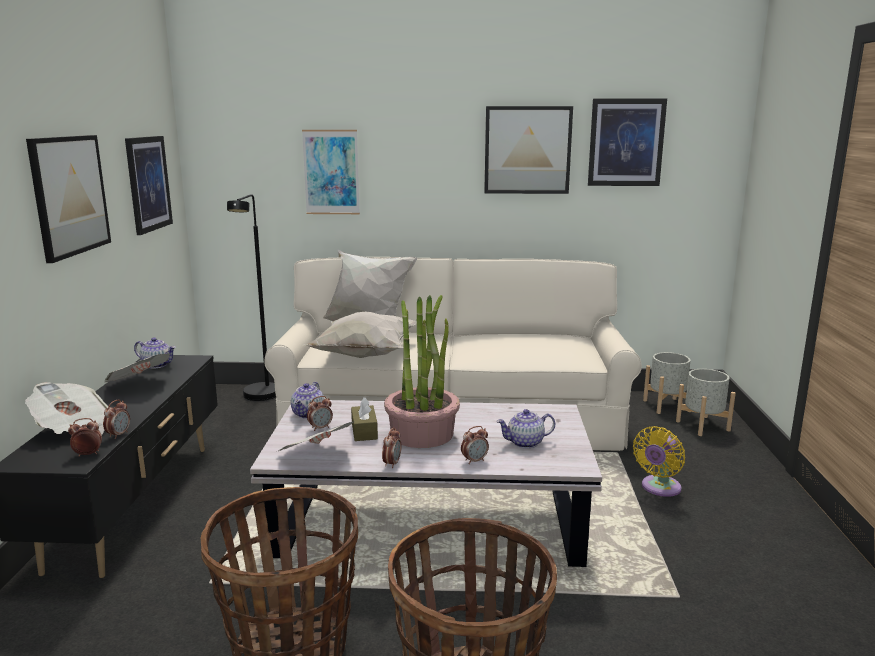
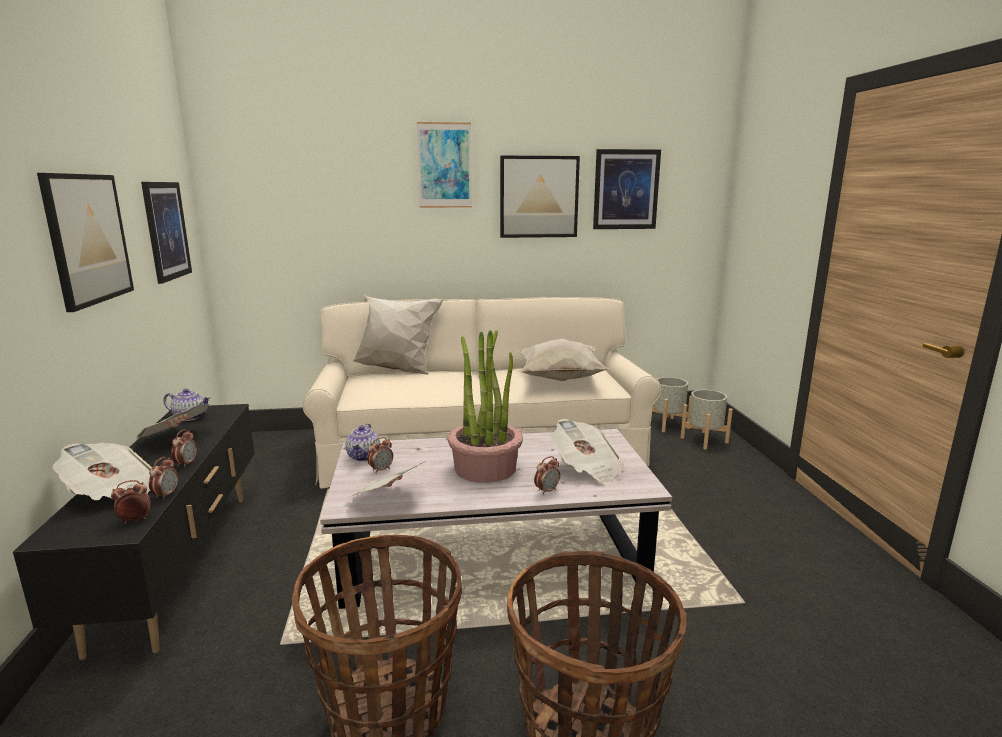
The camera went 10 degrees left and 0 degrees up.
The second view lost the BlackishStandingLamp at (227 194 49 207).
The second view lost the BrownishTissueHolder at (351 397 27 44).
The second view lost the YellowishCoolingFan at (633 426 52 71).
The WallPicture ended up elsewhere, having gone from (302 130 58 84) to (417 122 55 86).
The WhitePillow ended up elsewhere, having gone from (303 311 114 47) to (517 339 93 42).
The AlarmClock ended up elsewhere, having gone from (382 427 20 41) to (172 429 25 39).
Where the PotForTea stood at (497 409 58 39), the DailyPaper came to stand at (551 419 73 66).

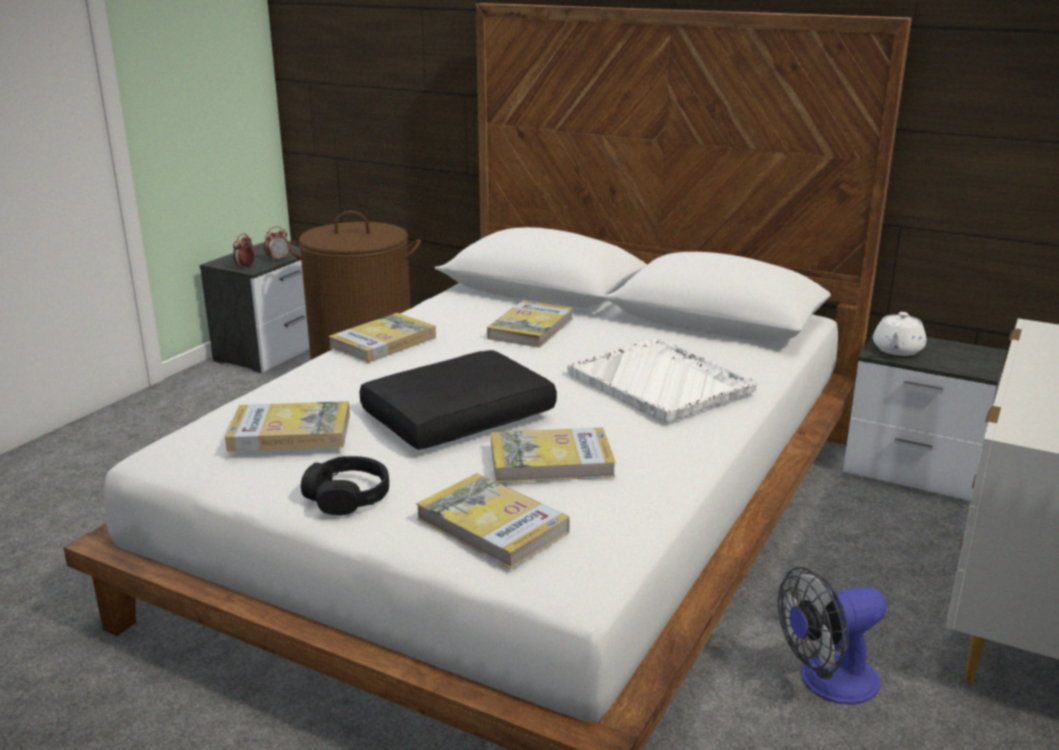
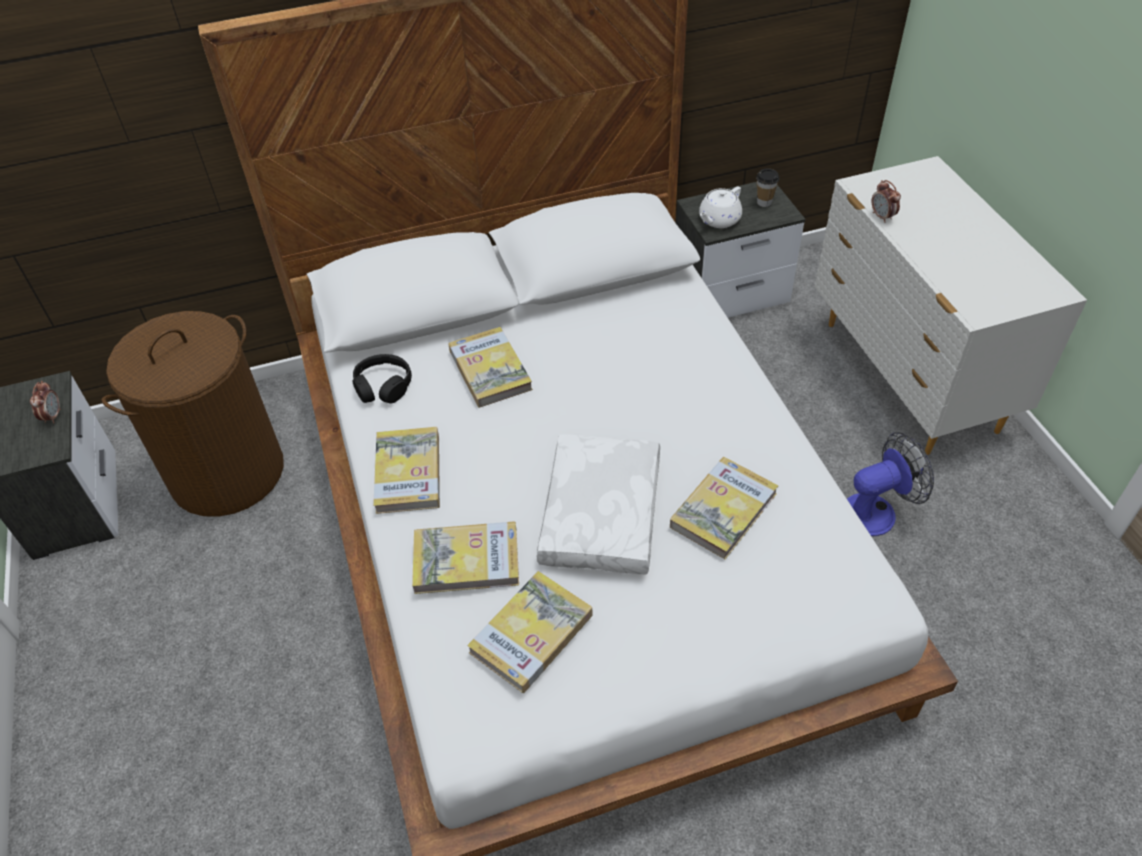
The camera went 45 degrees left and 25 degrees up.
The second view lost the WhiteTray at (567 338 190 85).
The second view gained the DrinkingCup at (756 169 23 38).
The AlarmClock ended up elsewhere, having gone from (233 233 22 36) to (872 180 29 43).
The BlackishPairOfHeadphones ended up elsewhere, having gone from (301 456 88 60) to (352 354 60 50).
The Book ended up elsewhere, having gone from (416 473 154 96) to (412 521 107 73).
What was the BlackishPillow at (359 350 198 100) turned into the WhitePillow at (537 435 123 139).
The CoolingFan at (778 567 109 138) ended up facing another way, 135 degrees counterclockwise from before.
The WhitePotForTea at (873 312 53 44) ended up facing another way, 60 degrees clockwise from before.

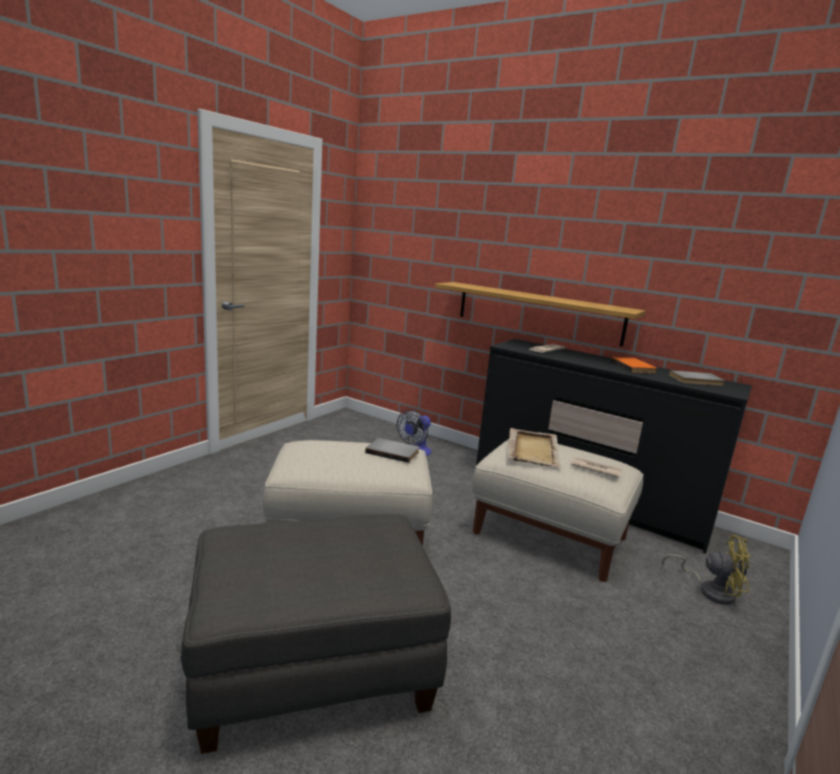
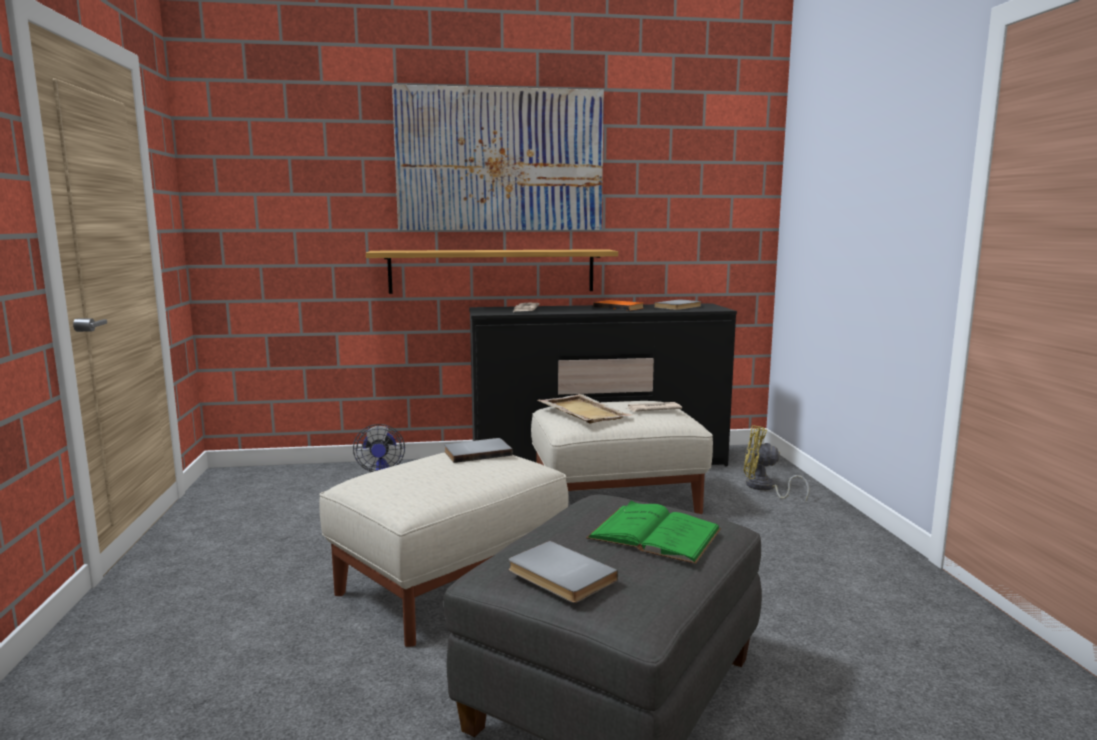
The camera went 40 degrees left and 5 degrees down.
The second view gained the WallPicture at (392 85 212 145).
The second view gained the GreyishBook at (508 541 110 62).
The second view gained the GreenColouredBook at (586 501 135 63).
The YellowishCoolingFan at (662 535 89 70) ended up facing another way, 135 degrees counterclockwise from before.

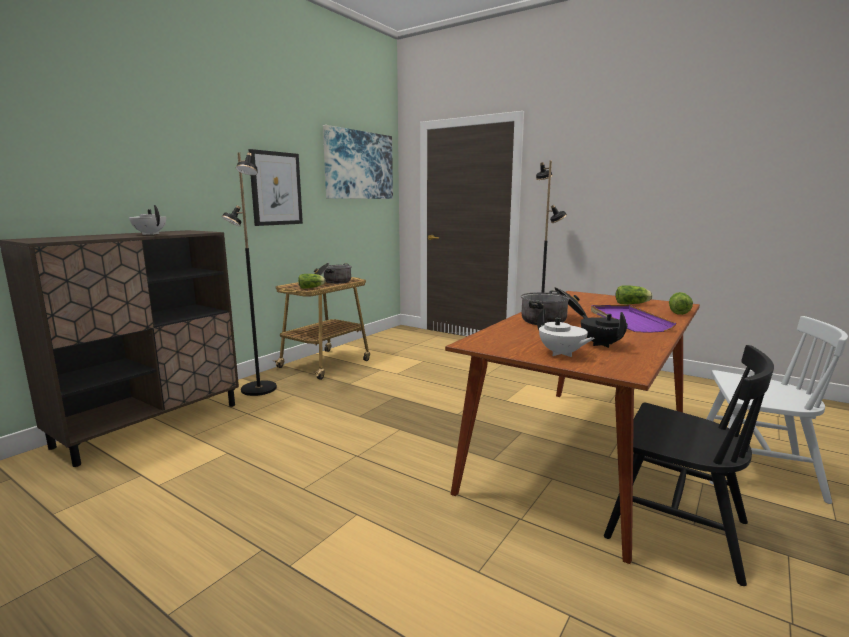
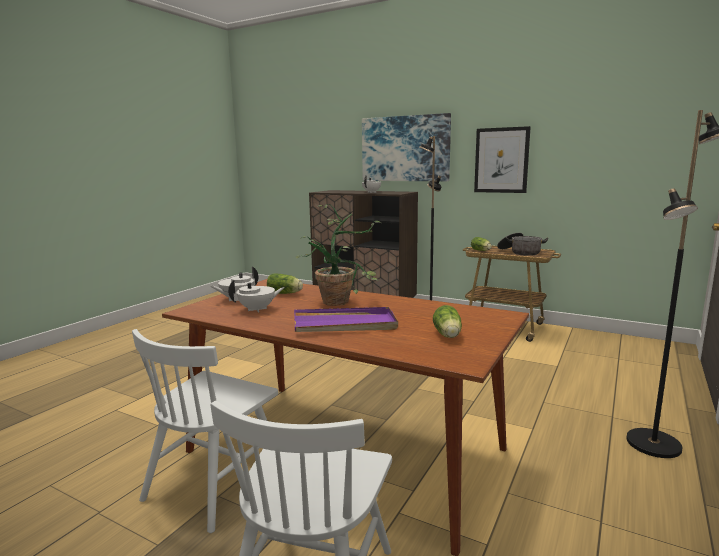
The camera went 85 degrees right and 0 degrees up.
The WallPicture ended up elsewhere, having gone from (323 125 70 74) to (362 113 89 68).
The LettuceHead ended up elsewhere, having gone from (669 292 24 23) to (267 273 36 21).
Where the Stockpot stood at (521 287 67 38), the Houseplant came to stand at (296 204 85 102).
What was the BlackishPotForTea at (581 312 47 36) turned into the WhitePotForTea at (228 280 57 33).
What was the BlackishPlainChair at (604 345 170 241) turned into the WhitePlainChair at (132 329 146 204).

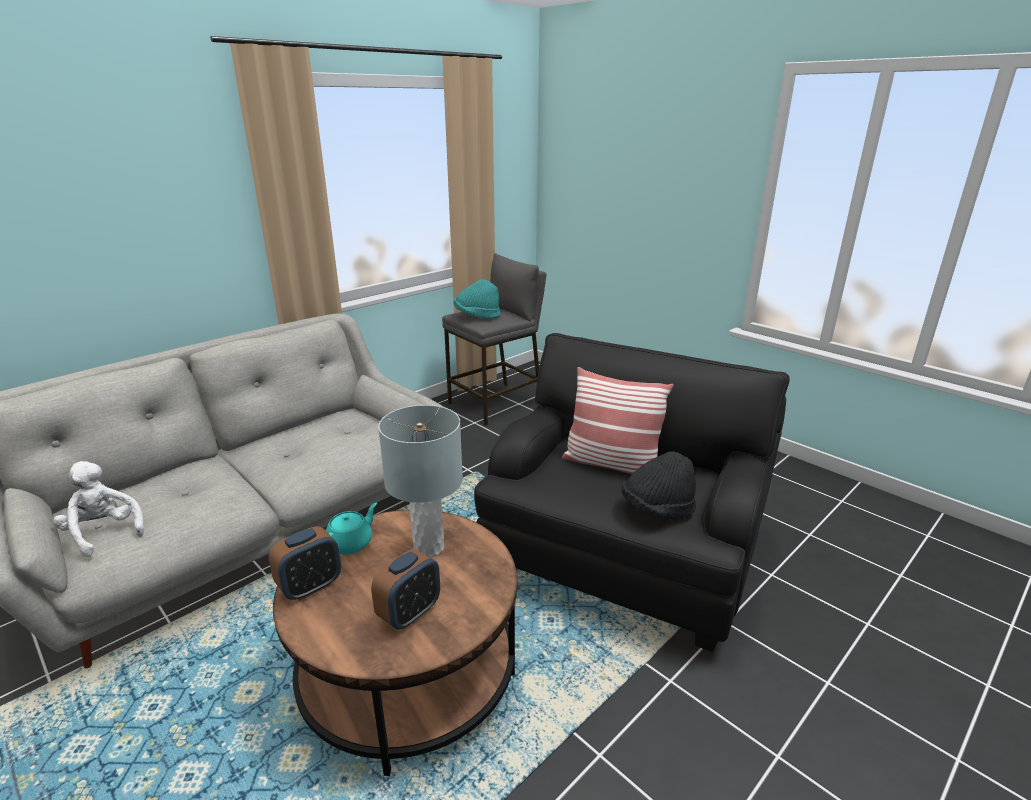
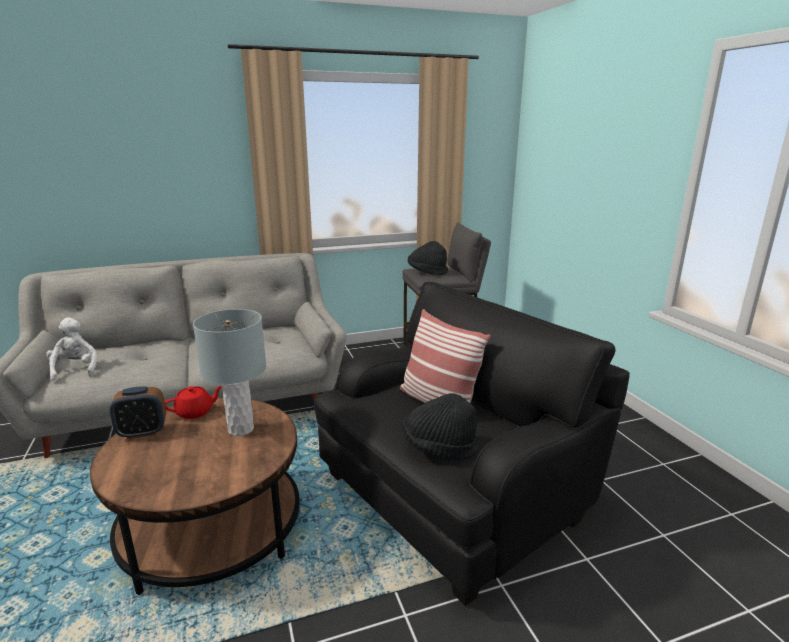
The camera went 25 degrees right and 5 degrees down.
The second view lost the AlarmClock at (371 549 69 81).
What was the TurquoisePotForTea at (326 503 51 52) turned into the ReddishPotForTea at (165 386 57 33).
What was the TurquoiseWearableHat at (453 279 48 40) turned into the BlackishWearableHat at (408 241 40 34).

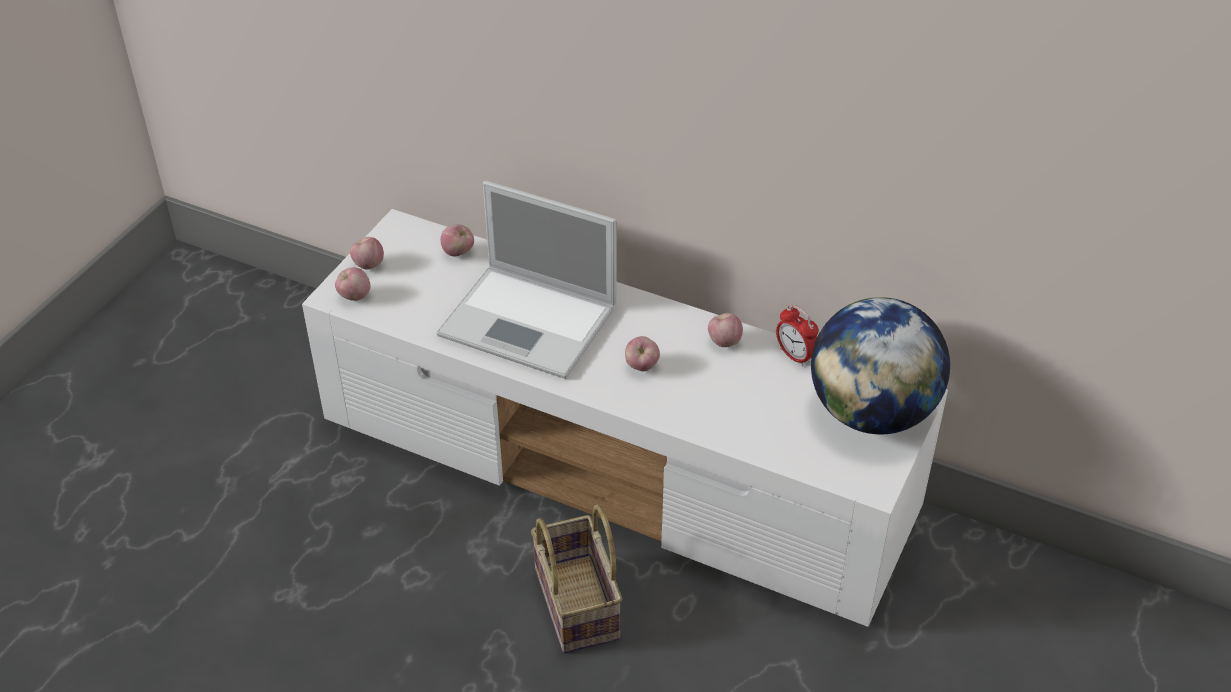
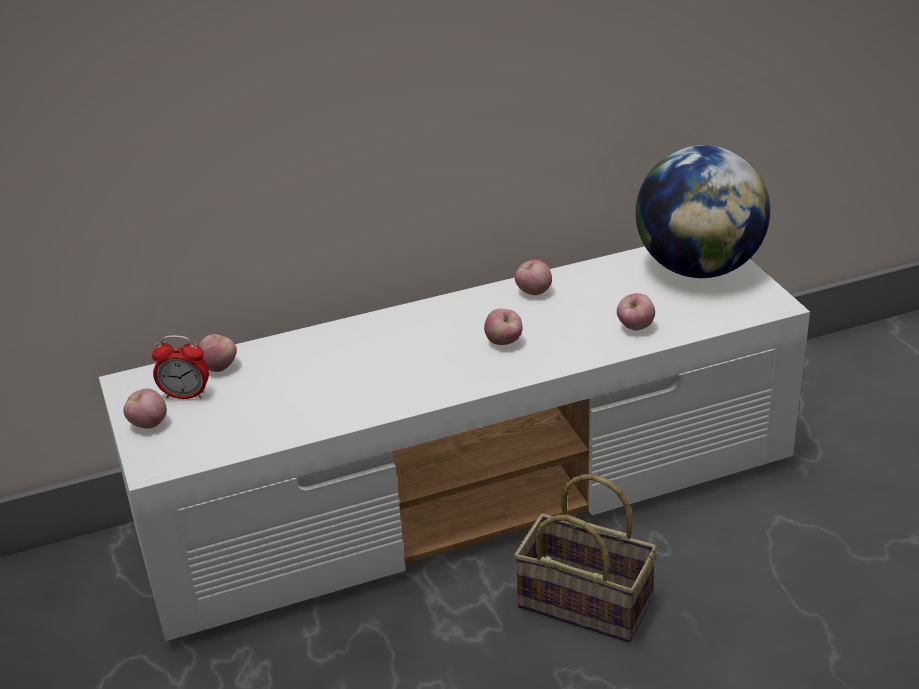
The camera went 45 degrees left and 10 degrees down.
The second view lost the NotebookComputer at (436 181 181 198).
The WholeApple ended up elsewhere, having gone from (335 268 36 33) to (617 293 38 37).
The AlarmClock ended up elsewhere, having gone from (776 305 42 62) to (152 335 57 64).

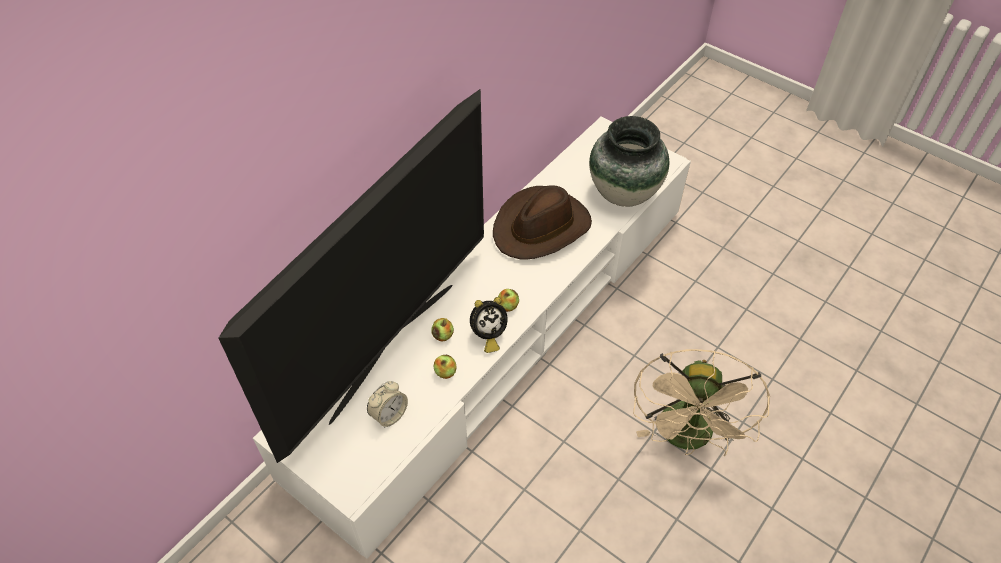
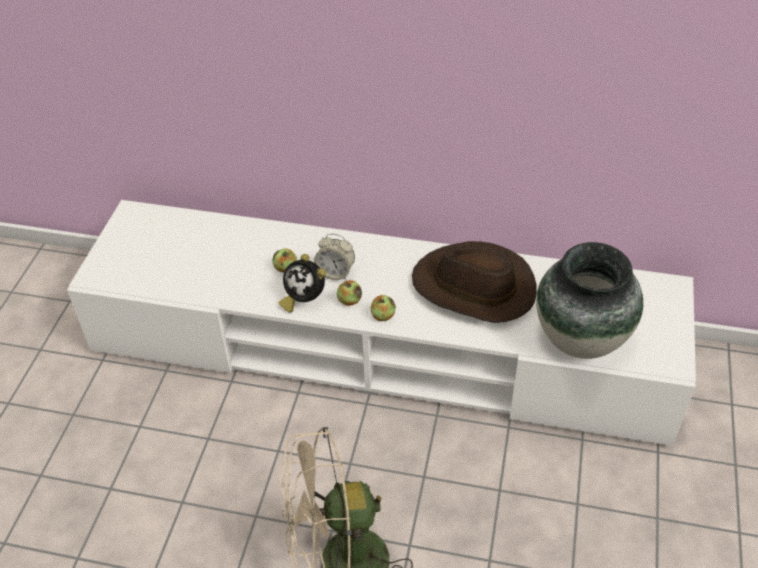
The camera went 65 degrees right and 5 degrees down.
The second view lost the Television at (219 89 265 374).
The AlarmClock ended up elsewhere, having gone from (367 381 41 47) to (314 234 41 46).
The WholeApple ended up elsewhere, having gone from (433 355 24 24) to (370 295 26 26).

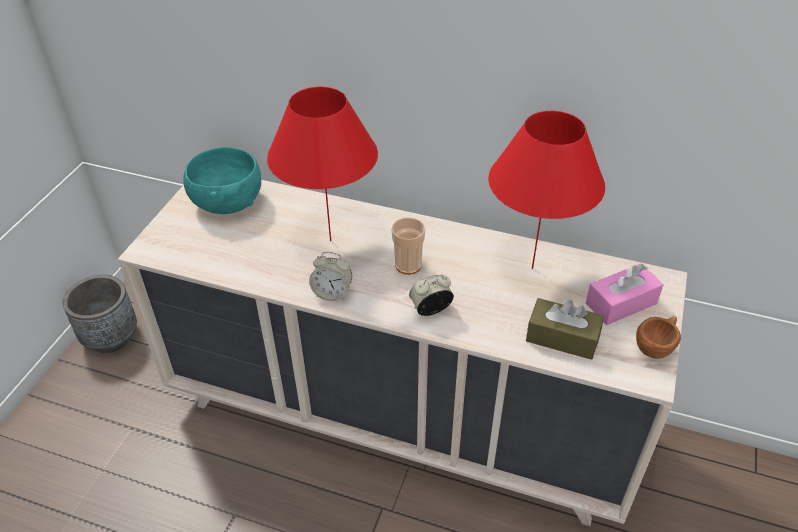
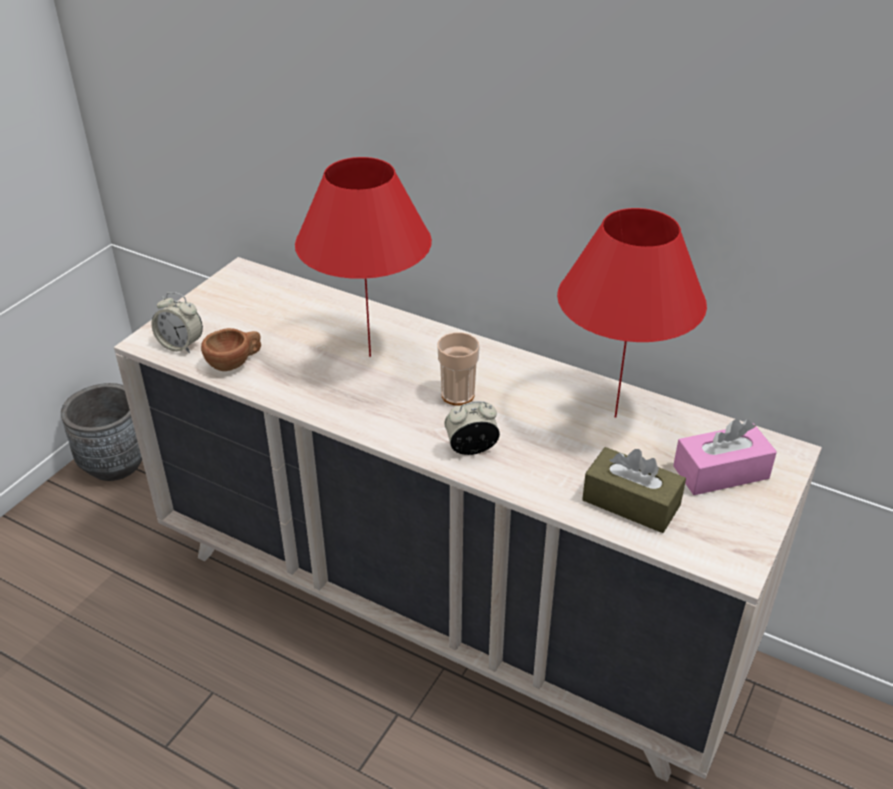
The camera went 10 degrees right and 5 degrees down.
The second view lost the TurquoiseBowl at (183 147 78 67).
The AlarmClock ended up elsewhere, having gone from (309 252 43 49) to (151 292 52 61).
The BrownishDrinkingCup ended up elsewhere, having gone from (636 316 45 43) to (201 328 60 43).

